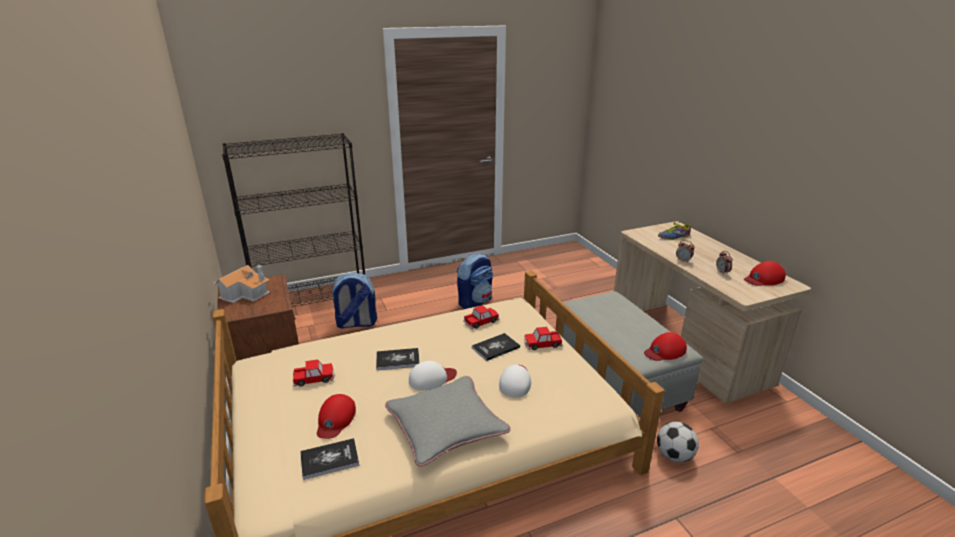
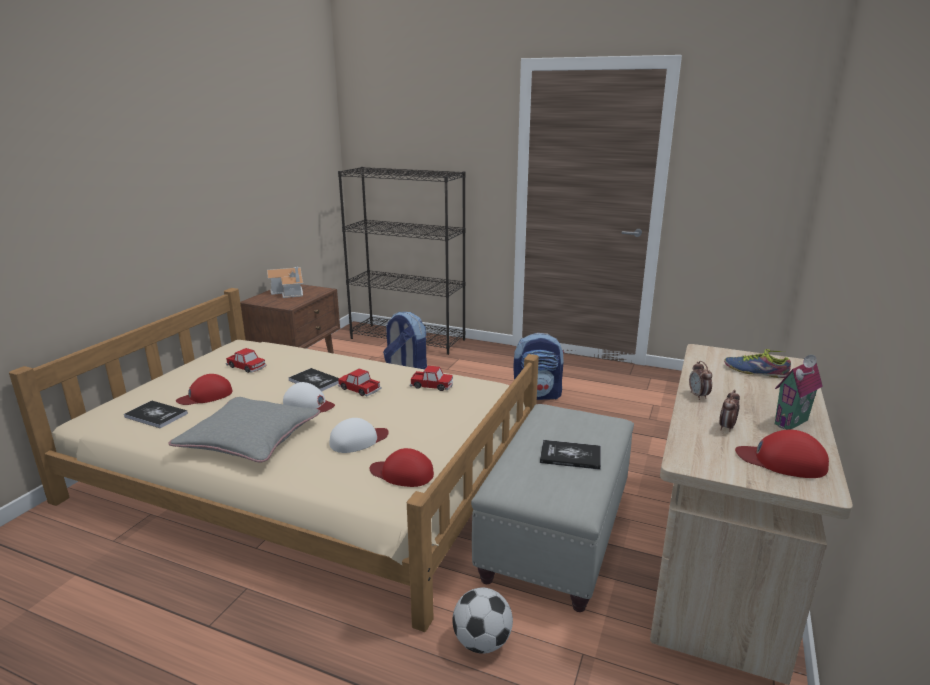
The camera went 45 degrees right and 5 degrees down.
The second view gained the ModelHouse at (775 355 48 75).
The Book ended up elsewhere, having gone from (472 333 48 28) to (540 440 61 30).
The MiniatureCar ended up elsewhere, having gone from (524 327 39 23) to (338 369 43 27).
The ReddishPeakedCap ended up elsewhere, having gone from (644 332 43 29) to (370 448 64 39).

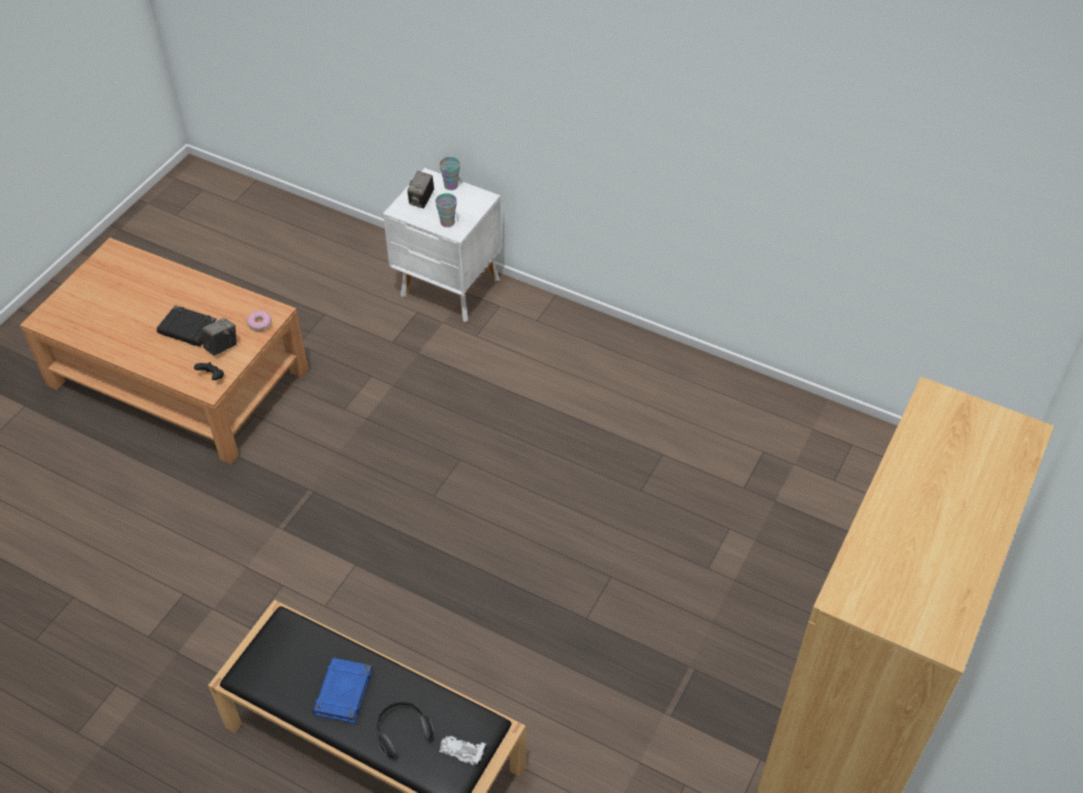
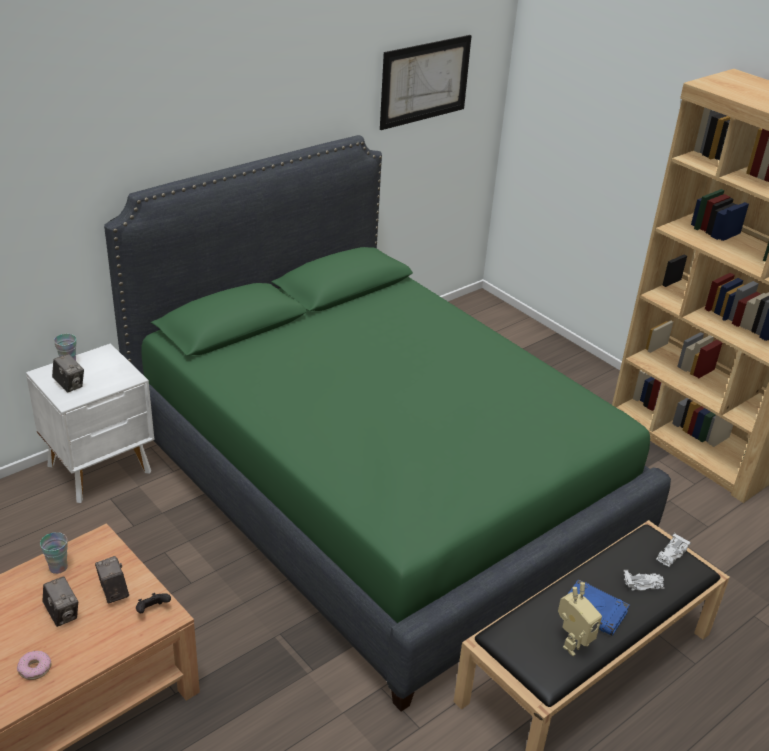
The camera went 70 degrees left and 15 degrees down.
The second view gained the GreenColouredSleepingBed at (104 135 567 577).
The second view gained the WallPicture at (380 35 92 95).
The second view gained the ModelRobot at (558 582 44 74).
The Donut ended up elsewhere, having gone from (247 311 25 20) to (17 651 35 29).
The DrinkingCup ended up elsewhere, having gone from (435 193 22 34) to (40 532 28 42).
Where the BlackishBook stood at (157 305 59 42), the PhotoCamera came to stand at (43 576 35 51).
Where the PairOfHeadphones stood at (376 700 58 58), the WhiteMiniatureCar came to stand at (623 570 42 21).

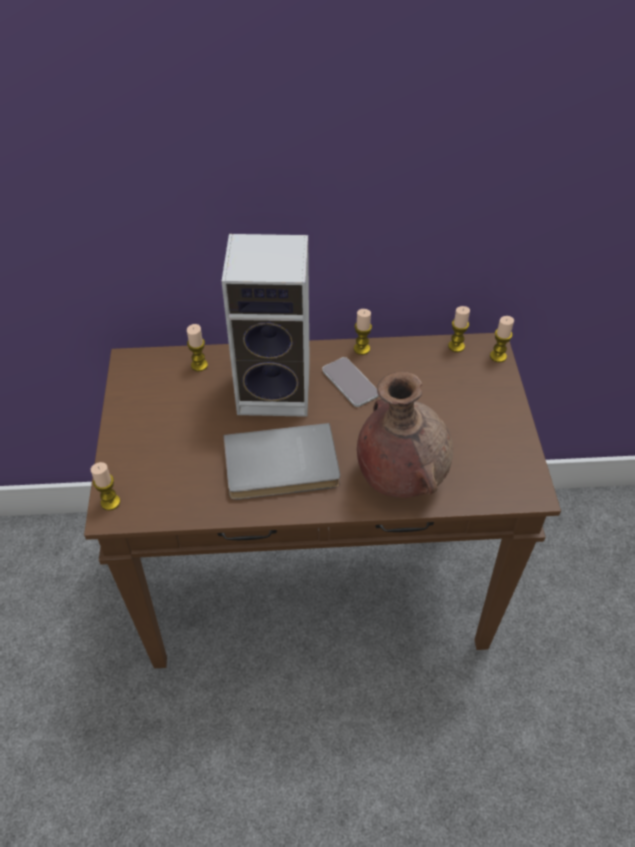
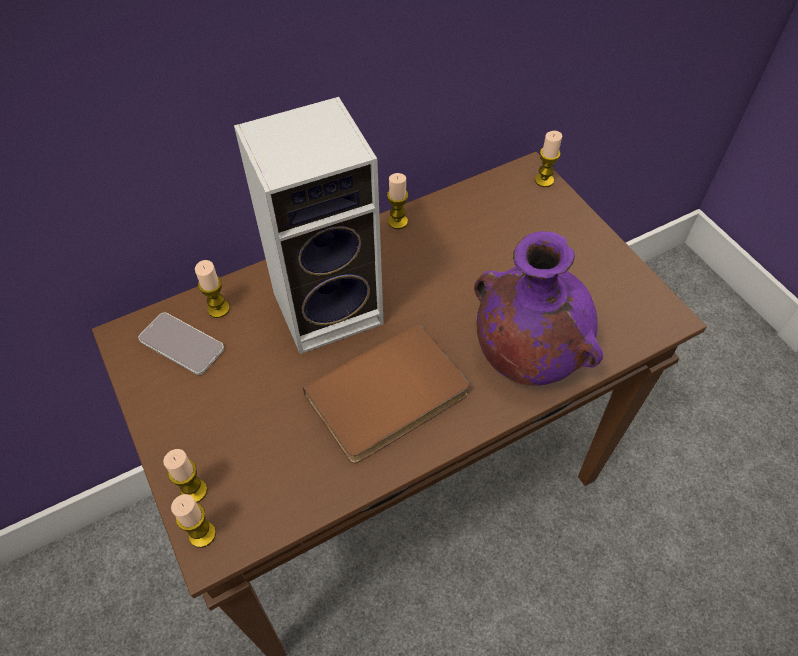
The camera went 25 degrees left and 5 degrees up.
The Phone ended up elsewhere, having gone from (322 357 57 50) to (138 313 86 62).
The Candle ended up elsewhere, having gone from (448 306 22 46) to (163 449 44 54).
What was the GreyishBook at (223 423 117 77) turned into the BrownishBook at (303 323 166 140).
What was the BrownishVase at (357 371 96 127) turned into the PurpleColouredVase at (474 231 129 155).

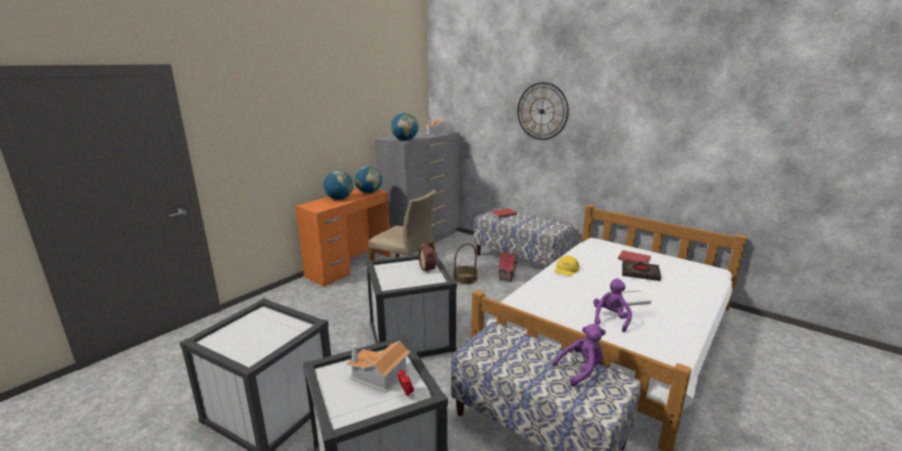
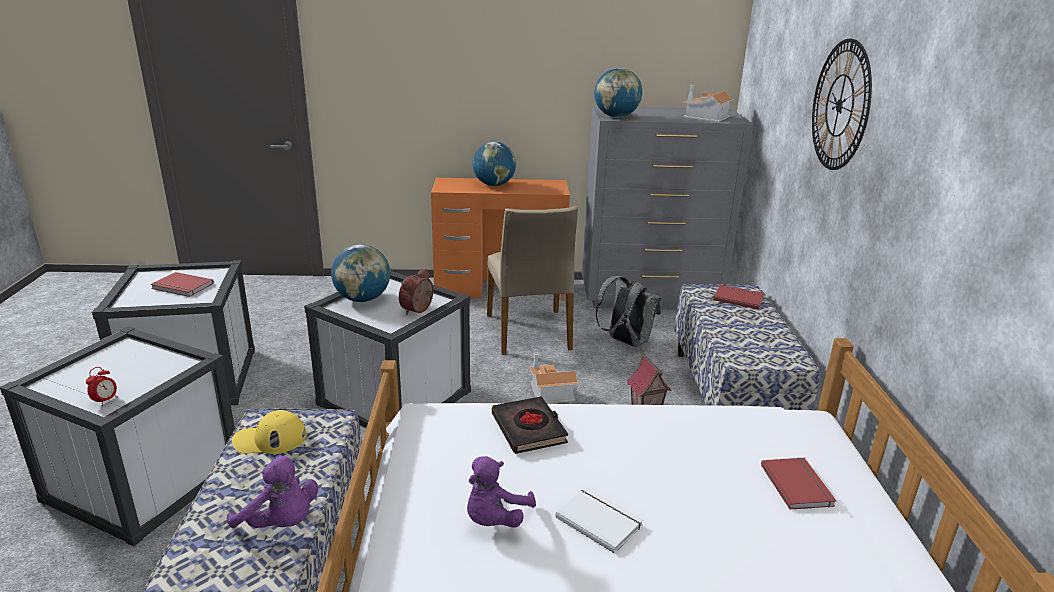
The camera went 50 degrees right and 5 degrees up.
The second view lost the StorageBasket at (453 243 25 42).
The second view gained the ReddishBook at (151 272 63 25).
The second view gained the GreyishRucksack at (596 276 65 71).
The ModelHouse ended up elsewhere, having gone from (346 341 65 52) to (529 352 49 52).
The WorldGlobe ended up elsewhere, having gone from (354 165 28 28) to (331 244 59 58).
The YellowishPeakedCap ended up elsewhere, having gone from (554 256 25 20) to (232 410 75 44).
The BlackishBook ended up elsewhere, having gone from (622 261 39 20) to (492 396 76 58).
The PurpleColouredSoftToy at (593 278 39 54) ended up facing another way, 135 degrees clockwise from before.

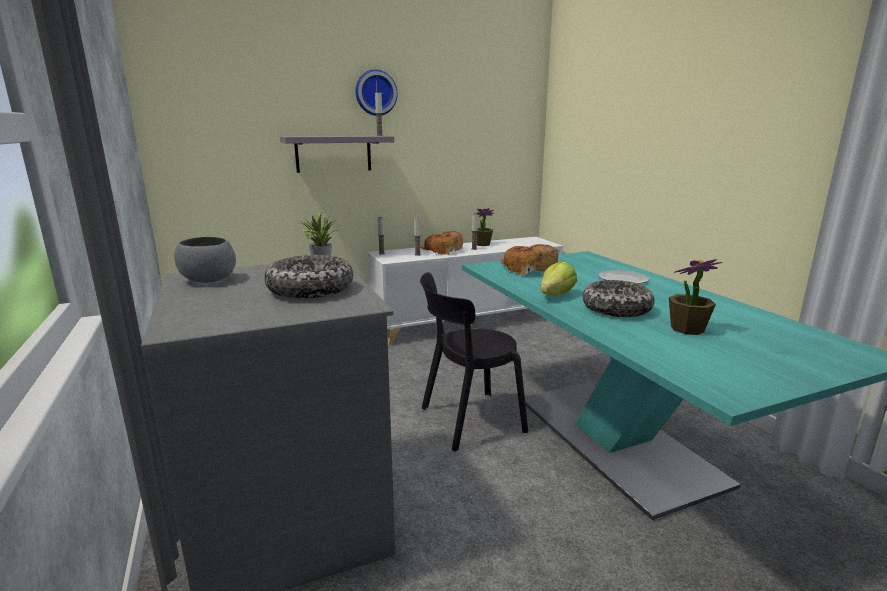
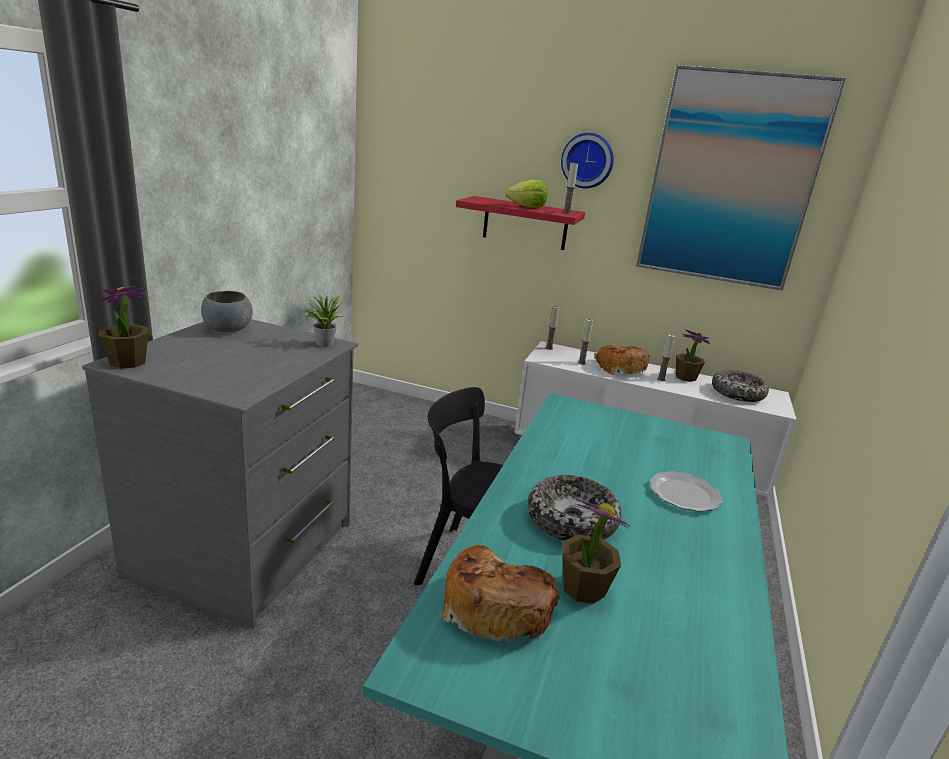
The camera went 40 degrees right and 5 degrees up.
The second view gained the Houseplant at (94 286 55 82).
The second view gained the WallPicture at (636 65 210 225).
The Bowl ended up elsewhere, having gone from (264 255 89 44) to (712 370 57 32).
The BakedBread ended up elsewhere, having gone from (500 244 58 31) to (440 545 120 99).
The LettuceHead ended up elsewhere, having gone from (540 261 37 35) to (505 179 43 29).
What was the GreyishWallShelf at (280 136 114 37) turned into the ReddishWallShelf at (456 196 129 54).

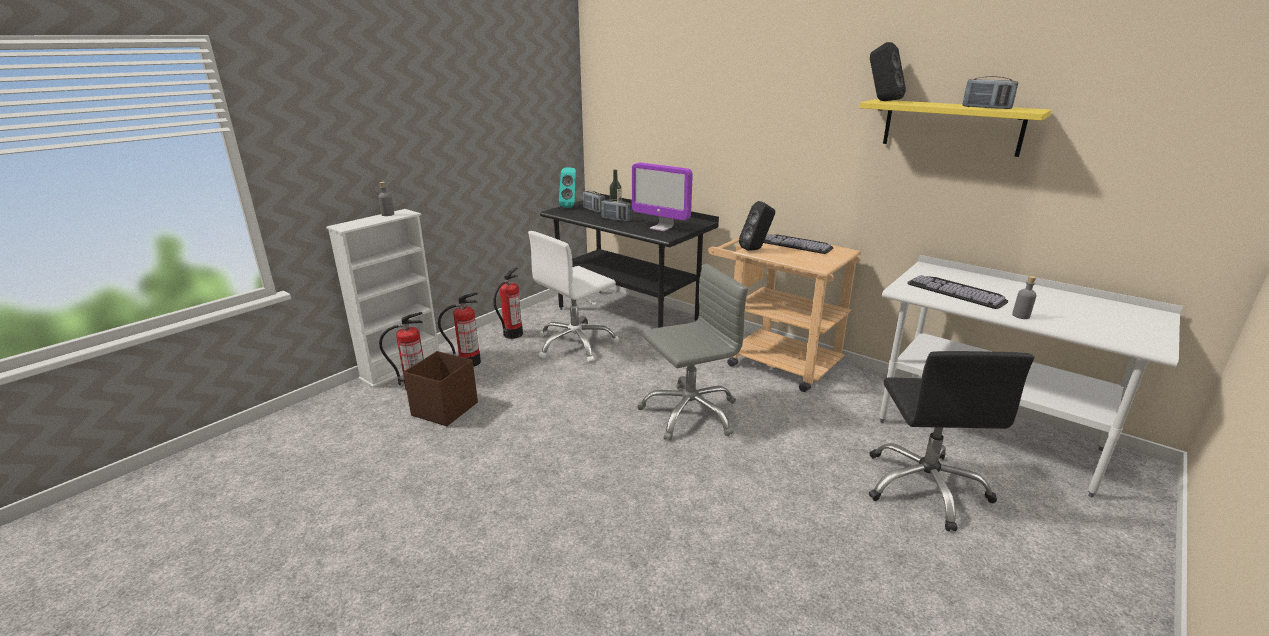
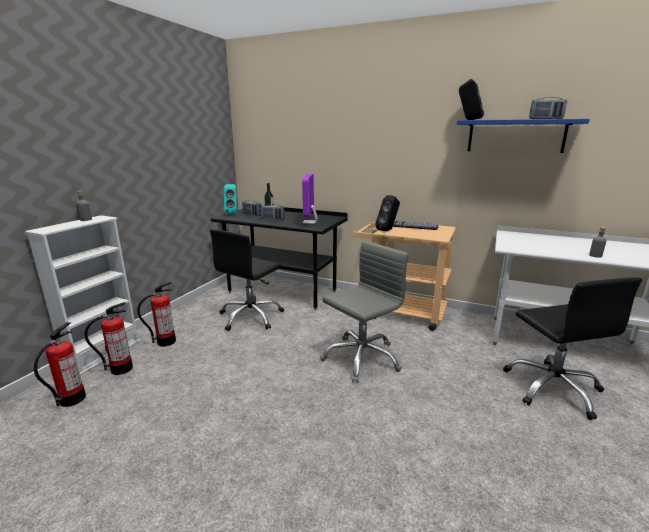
The camera went 15 degrees left and 5 degrees down.
The second view lost the BrownishStorageBin at (403 351 75 75).
The second view lost the ComputerKeyboard at (907 275 101 34).
The Extinguisher ended up elsewhere, having gone from (493 267 30 72) to (34 322 52 85).
What was the WhiteComputerChair at (528 231 91 132) turned into the BlackishComputerChair at (210 229 74 102).
What was the YellowishWallShelf at (859 99 193 58) turned into the BlueWallShelf at (457 119 133 34).
The ComputerScreen at (632 163 60 68) ended up facing another way, 75 degrees clockwise from before.

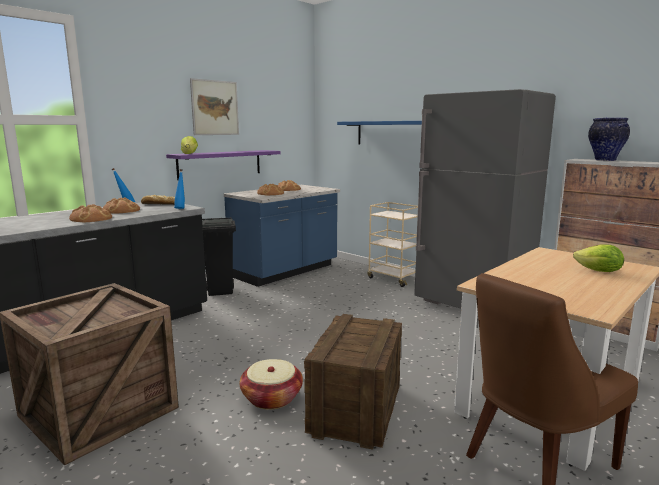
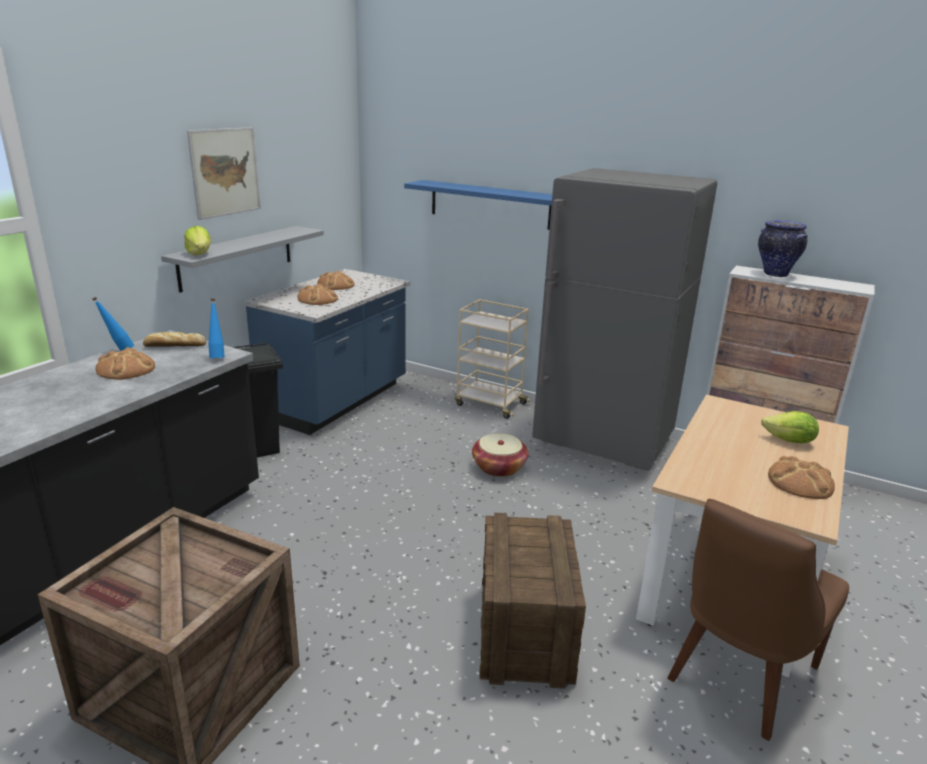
The camera went 15 degrees left and 10 degrees up.
The BakedBread ended up elsewhere, having gone from (69 204 43 18) to (768 456 67 43).
The StorageBasket ended up elsewhere, having gone from (239 359 64 51) to (472 433 56 44).
What was the PurpleColouredWallShelf at (166 150 114 30) turned into the GreyishWallShelf at (161 226 163 67).

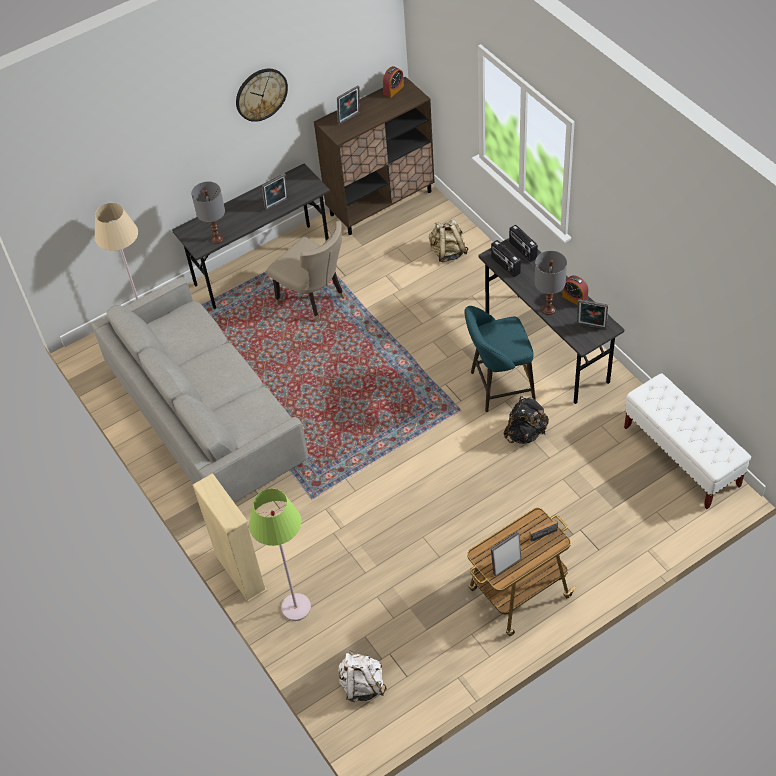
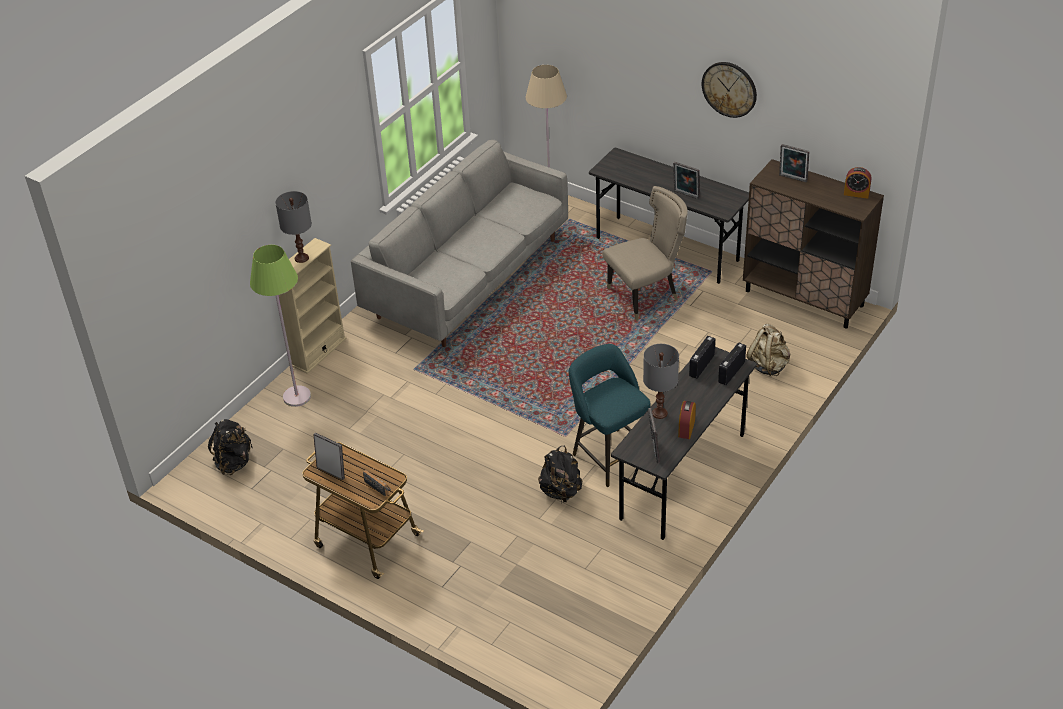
The camera went 65 degrees right and 10 degrees down.
The second view lost the WhiteLongSeat at (624 373 127 136).
The GreyishTabletopLamp ended up elsewhere, having gone from (191 182 34 62) to (275 191 37 72).
What was the WhiteRucksack at (338 651 49 51) turned into the BlackishRucksack at (208 419 45 56).
The BeigePlainChair at (267 221 78 102) ended up facing another way, 135 degrees counterclockwise from before.

